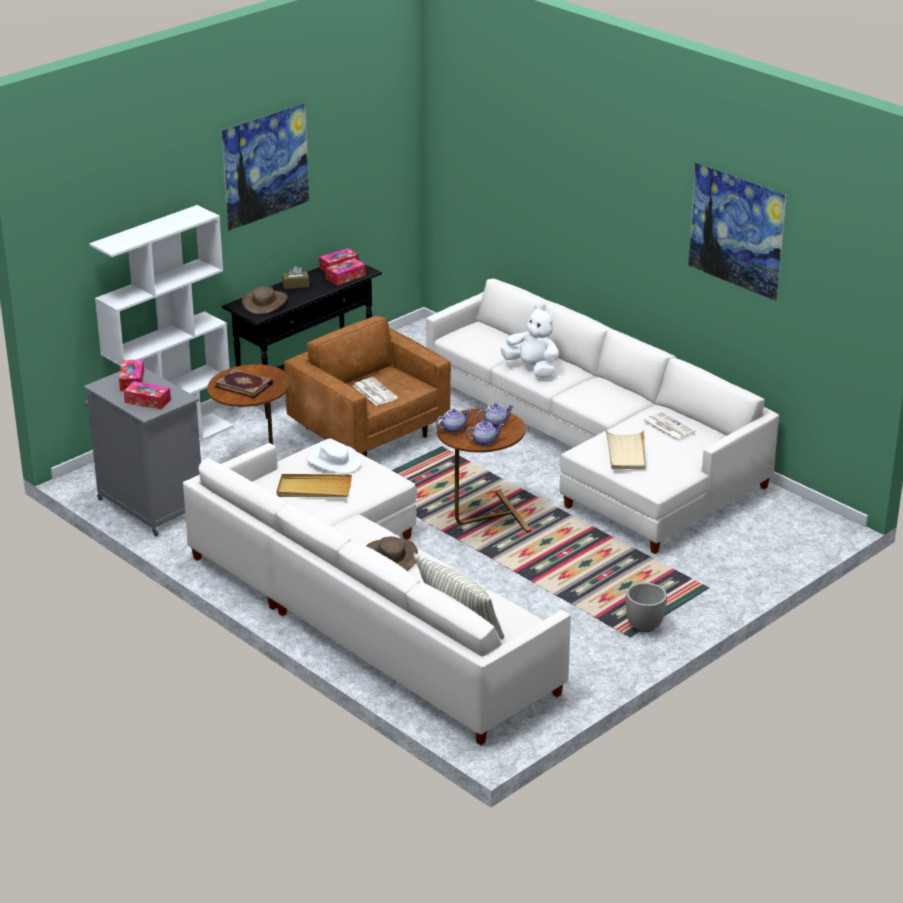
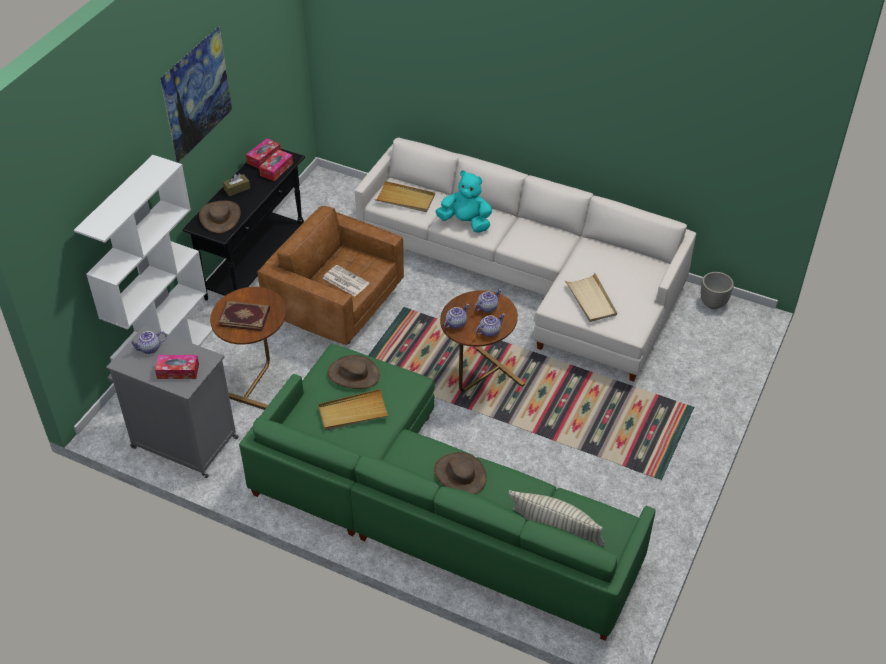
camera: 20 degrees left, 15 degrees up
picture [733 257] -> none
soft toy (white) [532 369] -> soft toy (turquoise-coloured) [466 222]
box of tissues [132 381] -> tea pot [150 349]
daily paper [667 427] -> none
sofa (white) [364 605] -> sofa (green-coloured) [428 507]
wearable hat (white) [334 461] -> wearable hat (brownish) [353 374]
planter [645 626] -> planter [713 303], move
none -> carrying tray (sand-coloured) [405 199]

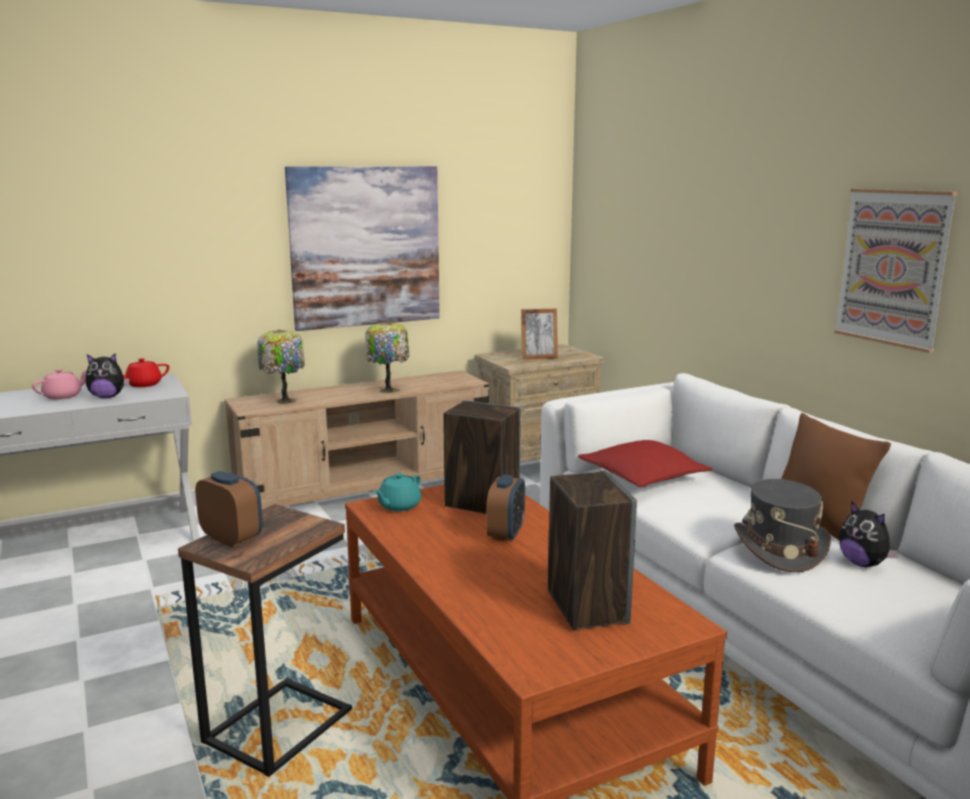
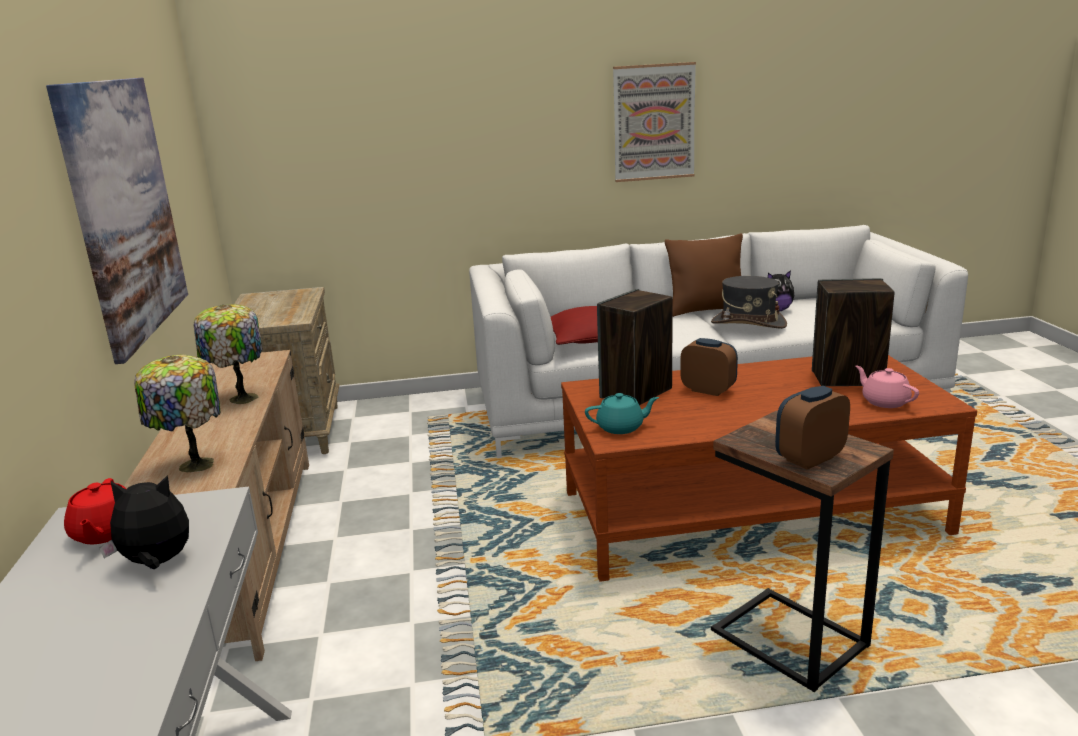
camera: 70 degrees left, 5 degrees up
standing frame [539 357] -> none
soft toy [107 397] -> soft toy [156 563], 105 degrees counterclockwise
tea pot (pinkish) [63 396] -> tea pot (pinkish) [884 401], move
tea pot (turquoise-coloured) [398 506] -> tea pot (turquoise-coloured) [621 427], 60 degrees counterclockwise

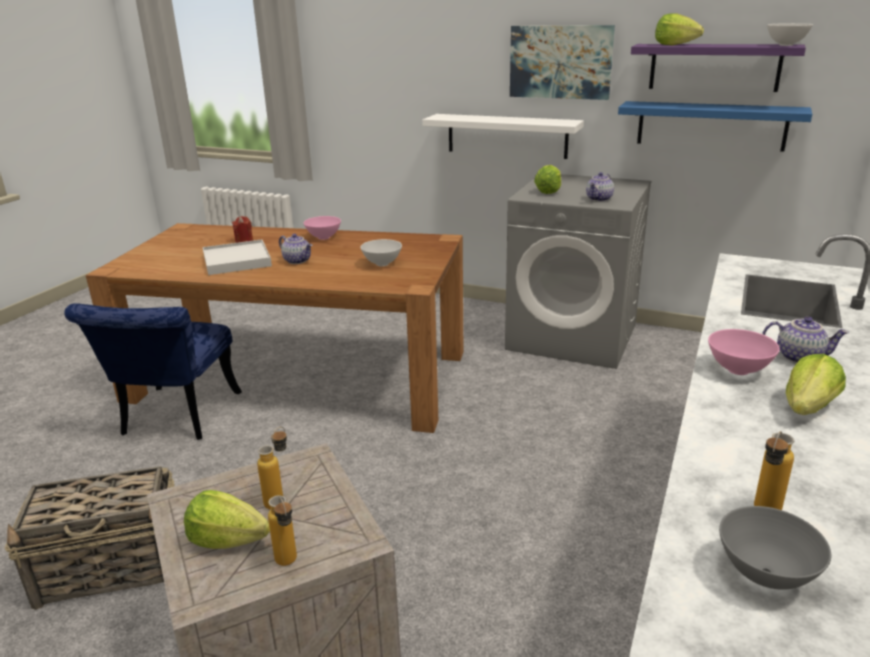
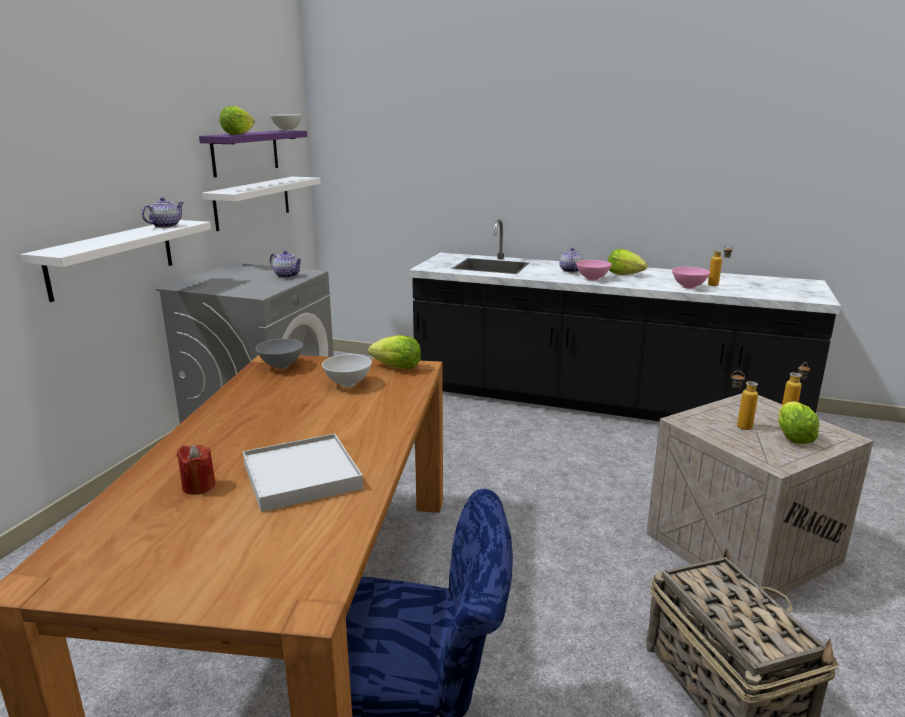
camera: 95 degrees left, 5 degrees down
picture [560 62] -> none
shelf (blue-coloured) [711 125] -> shelf (white) [253 202]
head of lettuce [549 191] -> head of lettuce [397 367], move
deep dish (pinkish) [324 238] -> deep dish (pinkish) [688 287], move
tea pot [298 260] -> tea pot [165 226], move
deep dish (greyish) [765 576] -> deep dish (greyish) [281 366], move

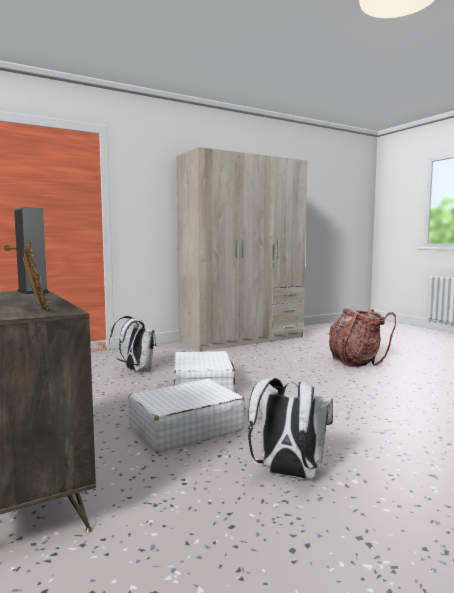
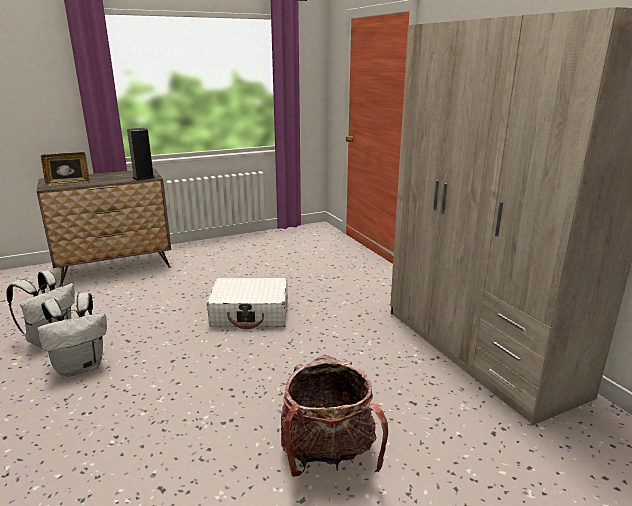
camera: 95 degrees right, 15 degrees up
rucksack (white) [136 370] -> rucksack (white) [81 366], move
piece of luggage (white) [185 428] -> none

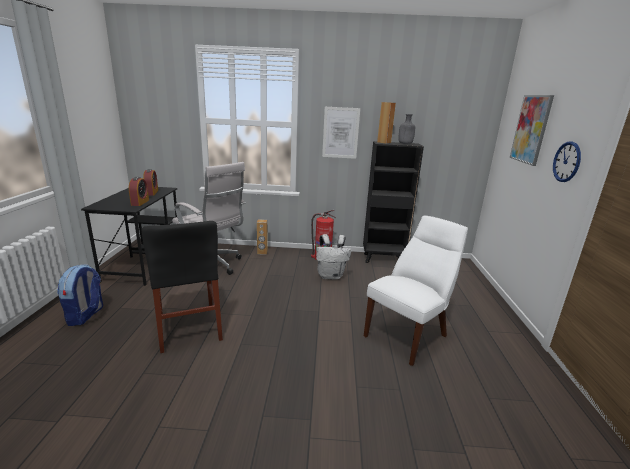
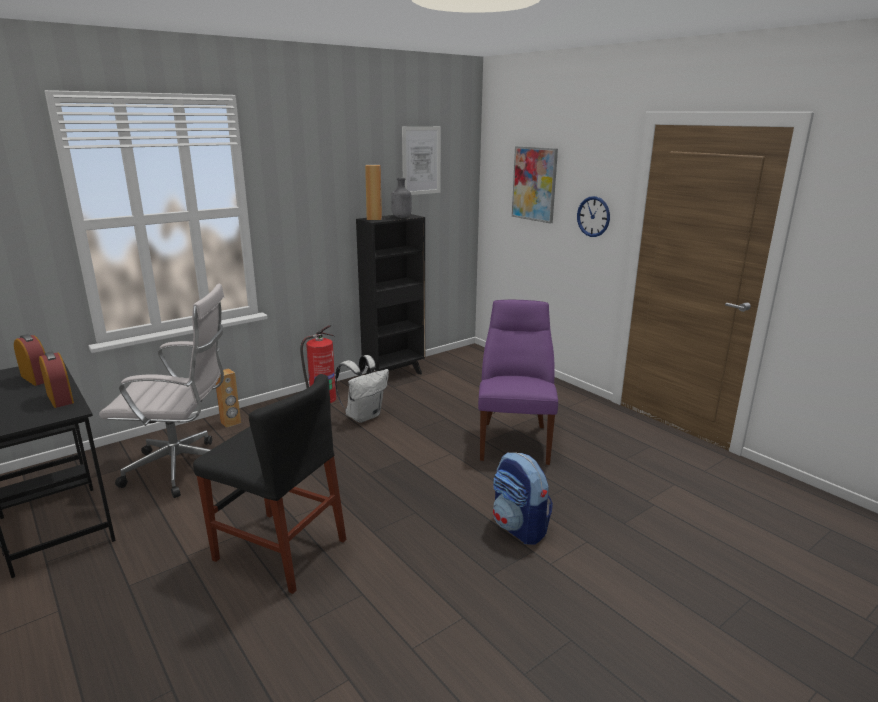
camera: 40 degrees left, 0 degrees up
picture [340 133] -> picture [421 160], move
upright chair (white) [408 335] -> upright chair (purplish) [514 440]
rucksack [86 316] -> rucksack [519 528], move

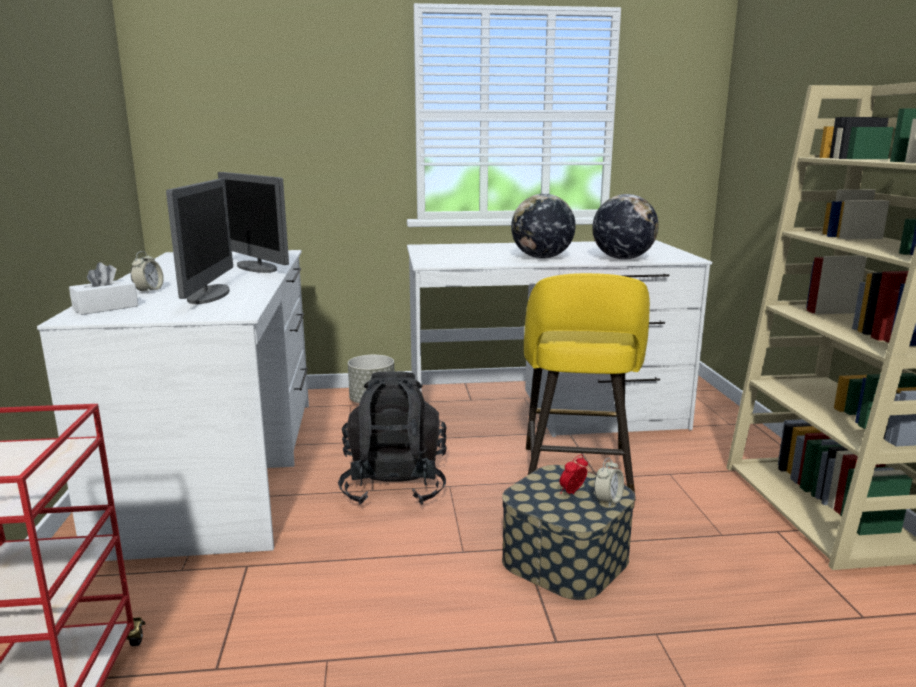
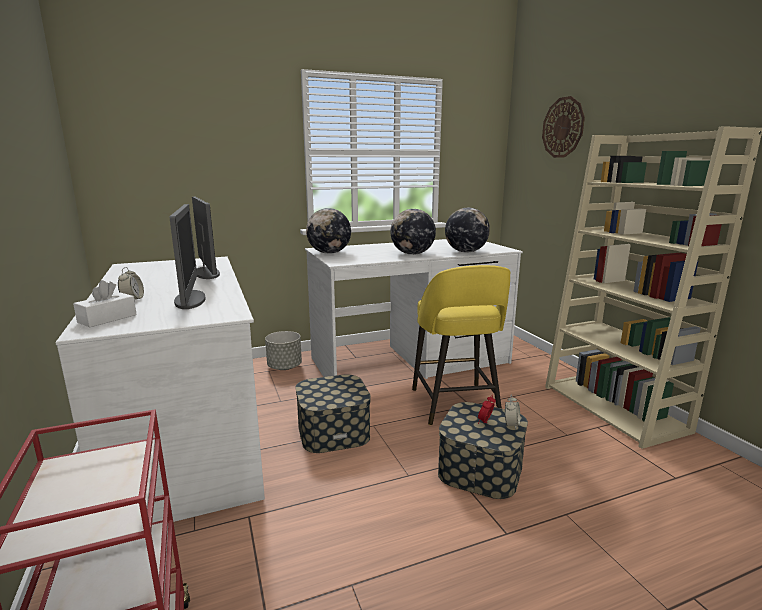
camera: 15 degrees left, 0 degrees up
computer display [257 267] -> computer display [207 273], 150 degrees counterclockwise
rucksack (blackish) [394 486] -> storage bin [333 431]
none -> clock on the wall [563 127]
none -> world globe [329 253]

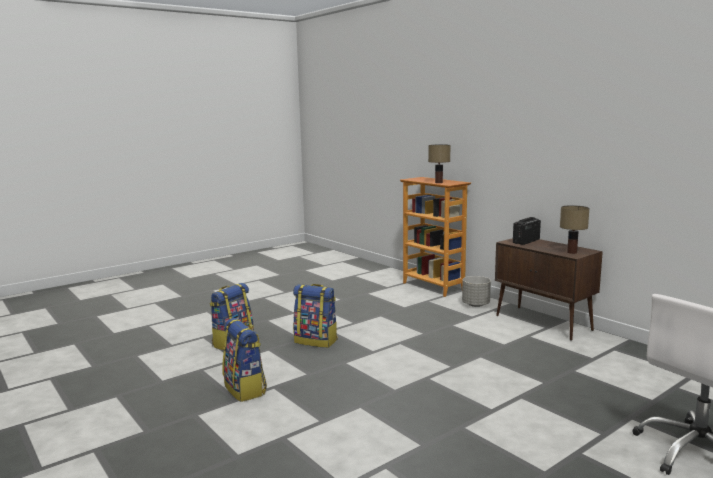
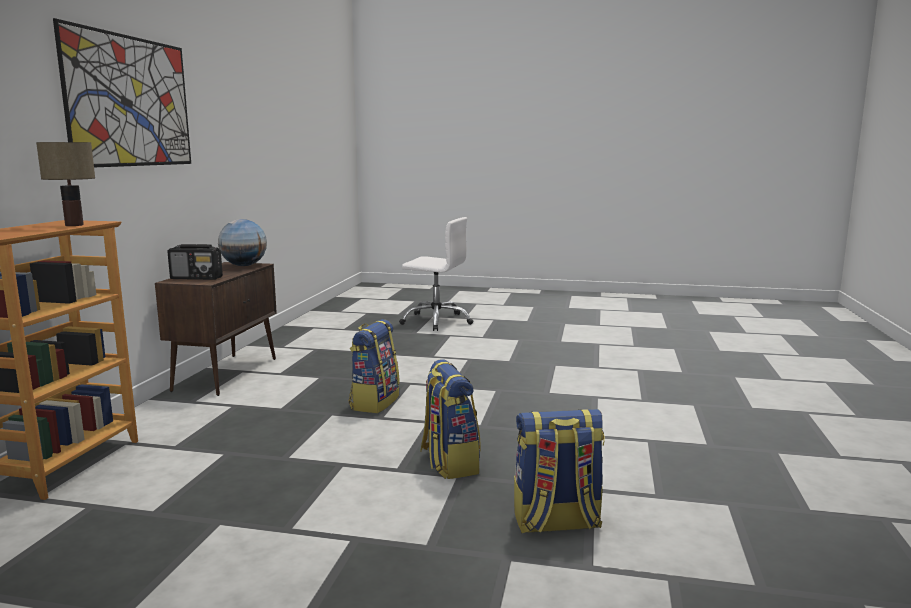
camera: 130 degrees left, 0 degrees up
lamp for a table [571 252] -> world globe [244 266]
planter (greyish) [475 304] -> none
rucksack [245 389] -> rucksack [374 402], move
none -> picture [131 101]

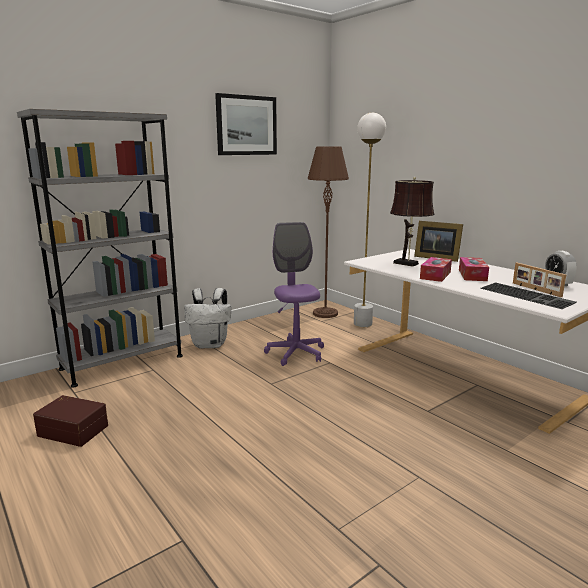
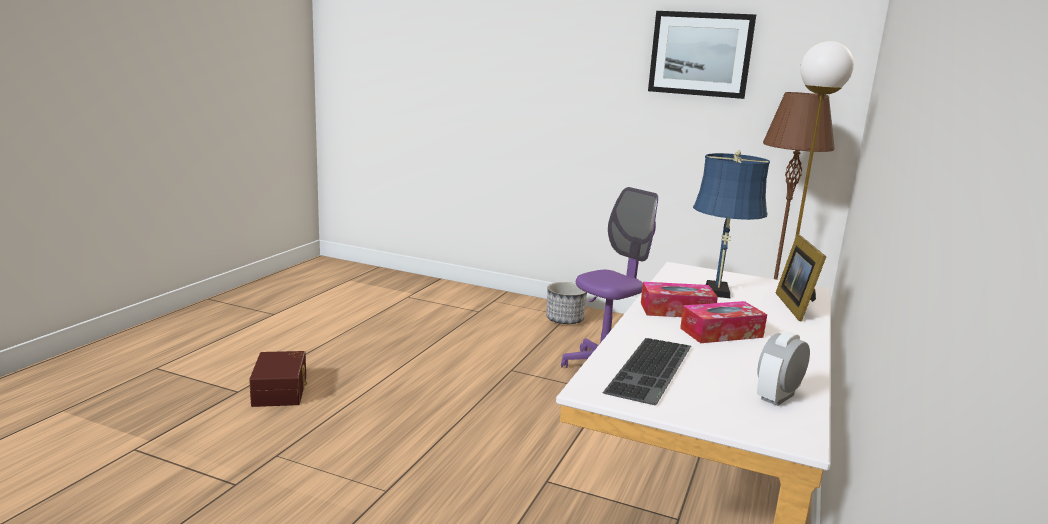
camera: 60 degrees right, 0 degrees up
shelving unit (greyish) [122 362] -> none
lamp for a table (brownish) [408 264] -> lamp for a table (blue-coloured) [717 292]
standing frame [535 290] -> none
rucksack (white) [210 344] -> planter [565 320]
storage bin (brownish) [74 430] -> storage bin (brownish) [281 390], move

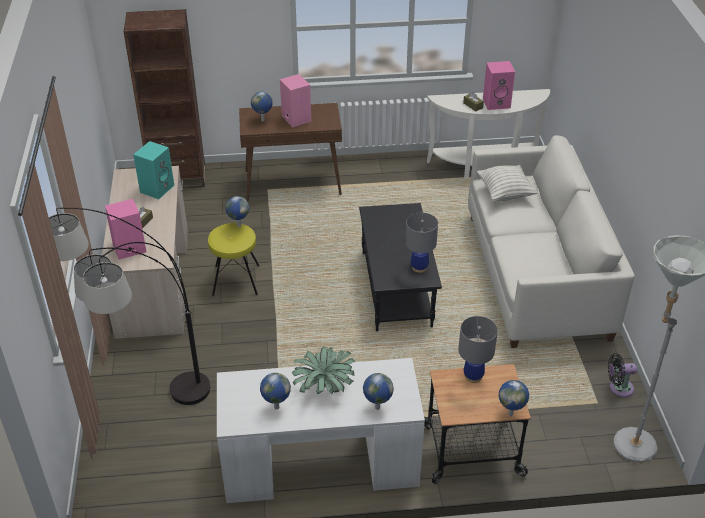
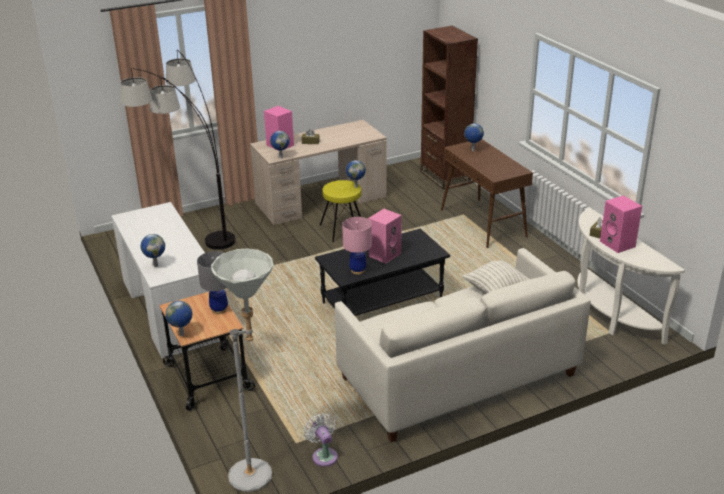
camera: 70 degrees right, 10 degrees down
audio speaker (pinkish) [295 118] -> audio speaker (pinkish) [384 254], move
audio speaker (turquoise-coloured) [157 188] -> none
lamp for a table (greyish) [419 267] -> lamp for a table (pinkish) [357 270]
houseplant [324 387] -> none
electric fan (blackish) [618 388] -> electric fan (white) [324 455]
world globe [276 407] -> world globe [281 157], move

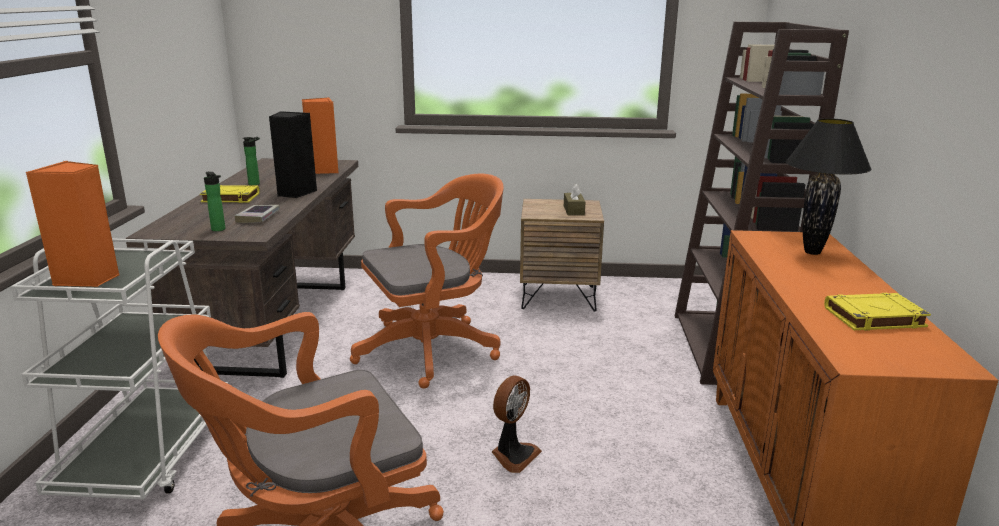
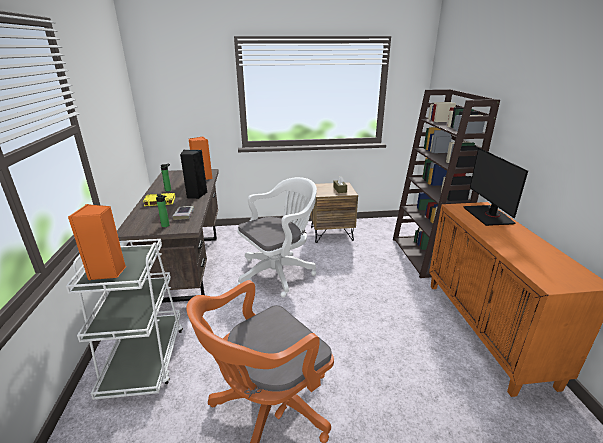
camera: 10 degrees left, 5 degrees up
lamp for a table (blackish) [813 252] -> computer display [488 215]
computer chair (orange-coloured) [434 349] -> computer chair (white) [279 272]
book (yellow-coloured) [873 317] -> none
electric fan [513 455] -> none

